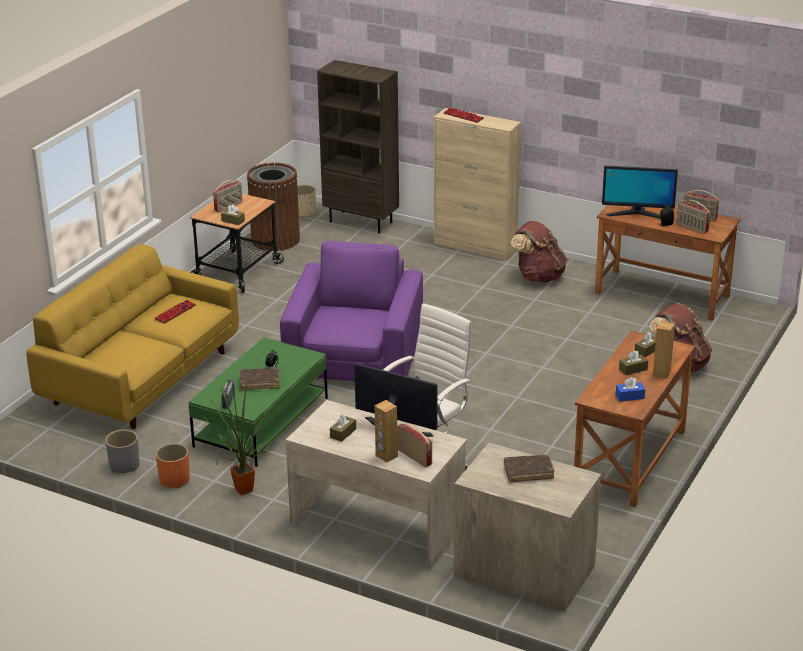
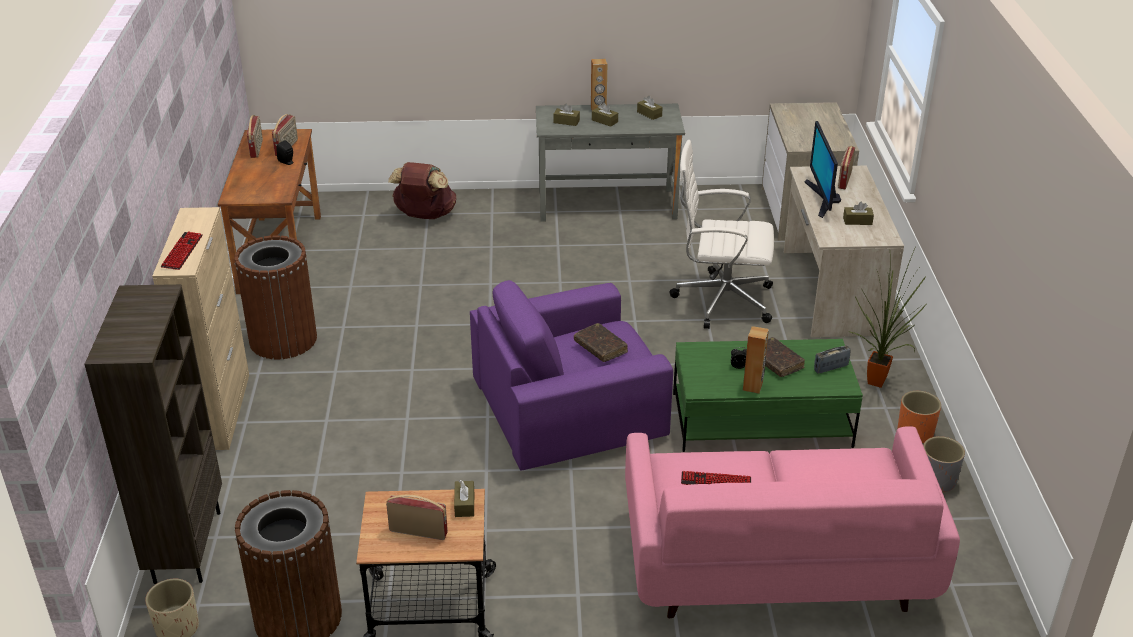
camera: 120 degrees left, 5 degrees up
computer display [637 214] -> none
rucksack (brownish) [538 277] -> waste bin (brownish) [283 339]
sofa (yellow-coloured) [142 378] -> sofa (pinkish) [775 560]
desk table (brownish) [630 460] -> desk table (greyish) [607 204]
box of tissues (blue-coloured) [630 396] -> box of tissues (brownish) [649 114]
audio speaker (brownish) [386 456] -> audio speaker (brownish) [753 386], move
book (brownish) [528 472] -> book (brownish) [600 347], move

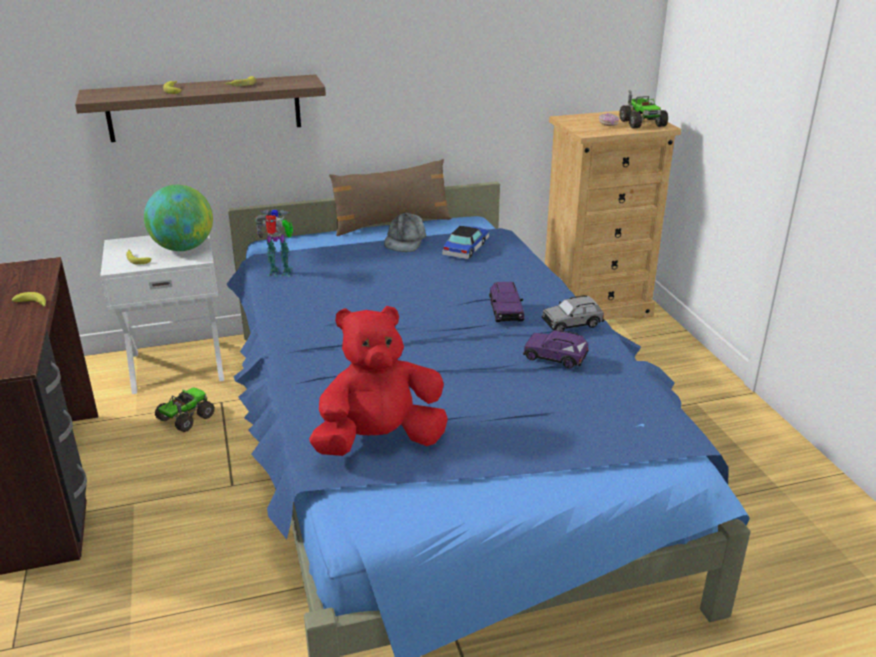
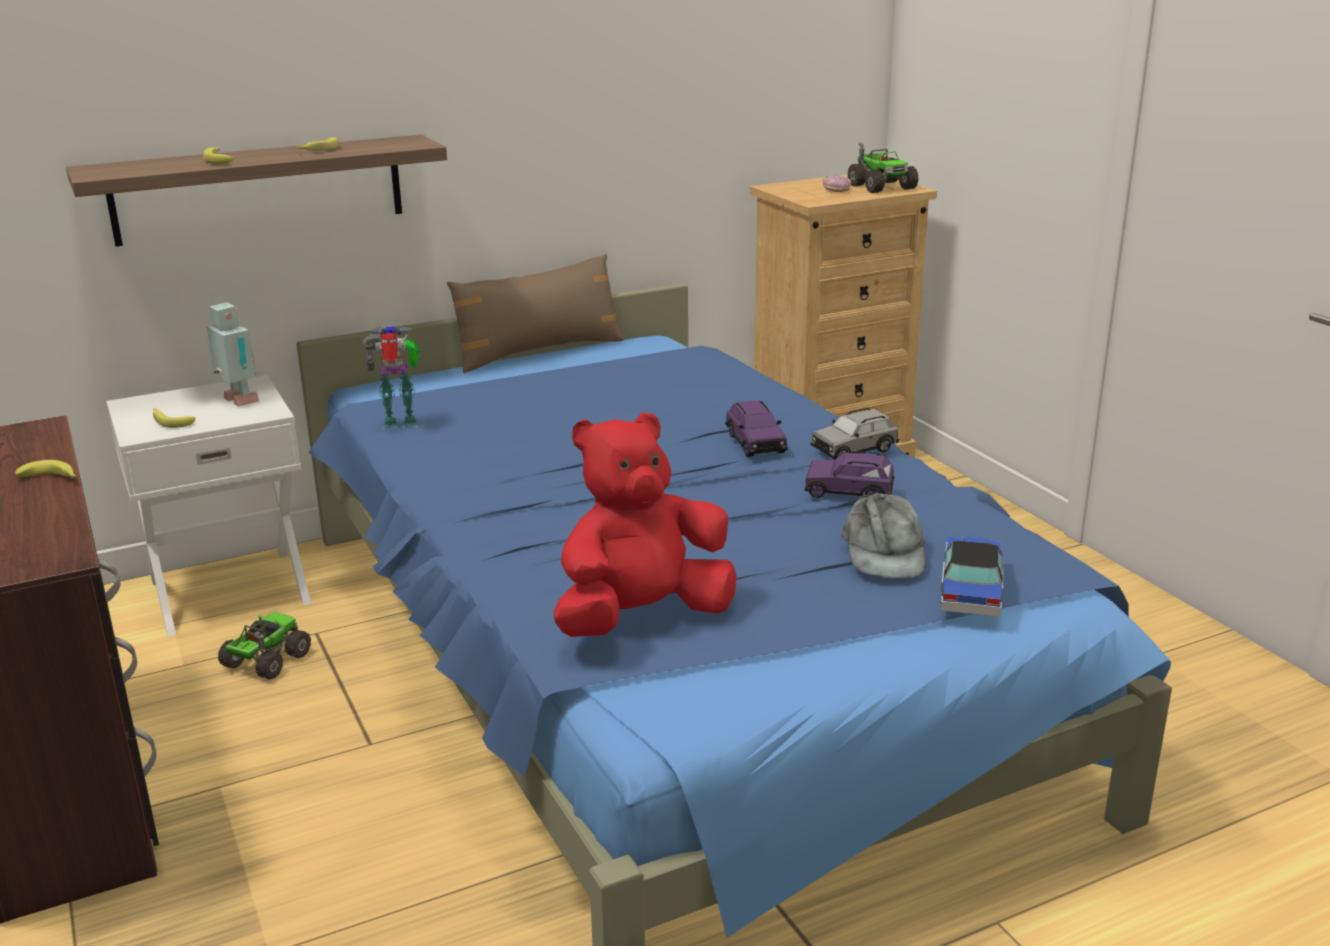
camera: 10 degrees left, 5 degrees down
world globe [183 248] -> model robot [239 402]
cap (greyish) [405 240] -> cap (greyish) [883 551], move
model car [466 248] -> model car [971 587], move

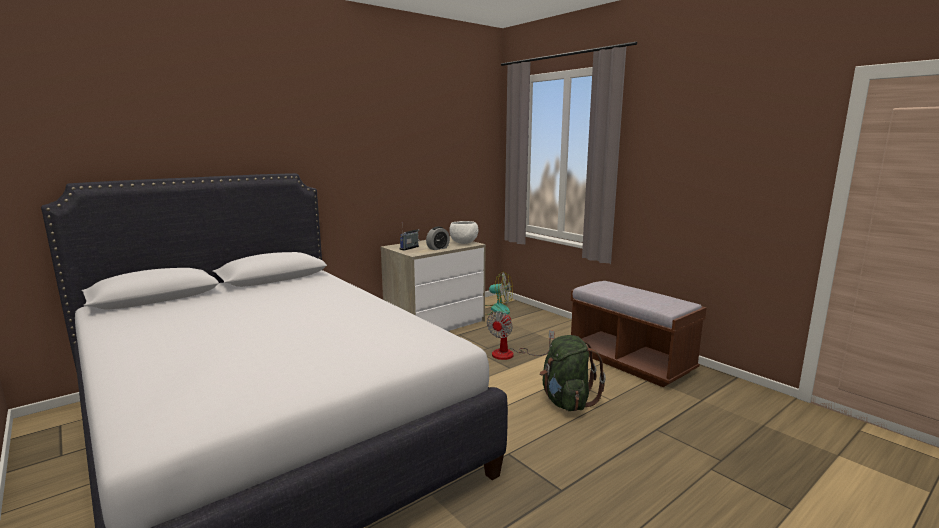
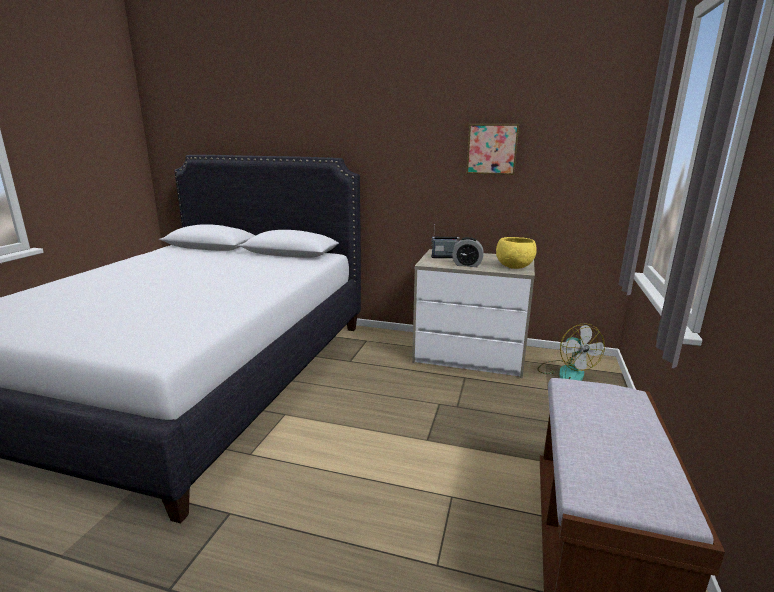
camera: 55 degrees right, 5 degrees up
deep dish (white) [464 243] -> deep dish (yellow-coloured) [515 267]
electric fan [511 354] -> none
rucksack (green-coloured) [566 401] -> none
none -> picture [492 149]

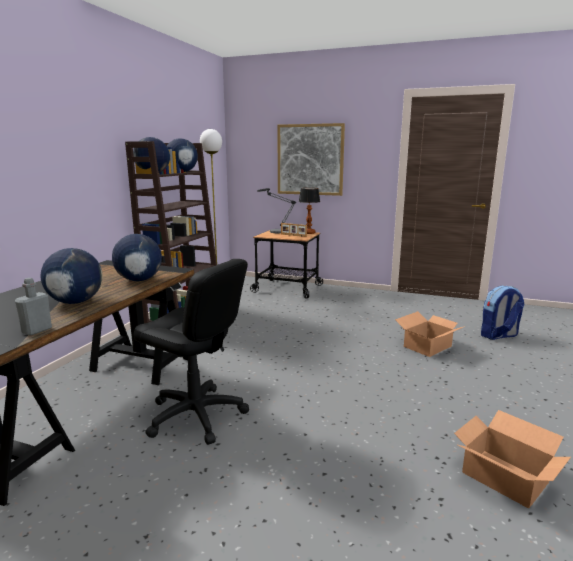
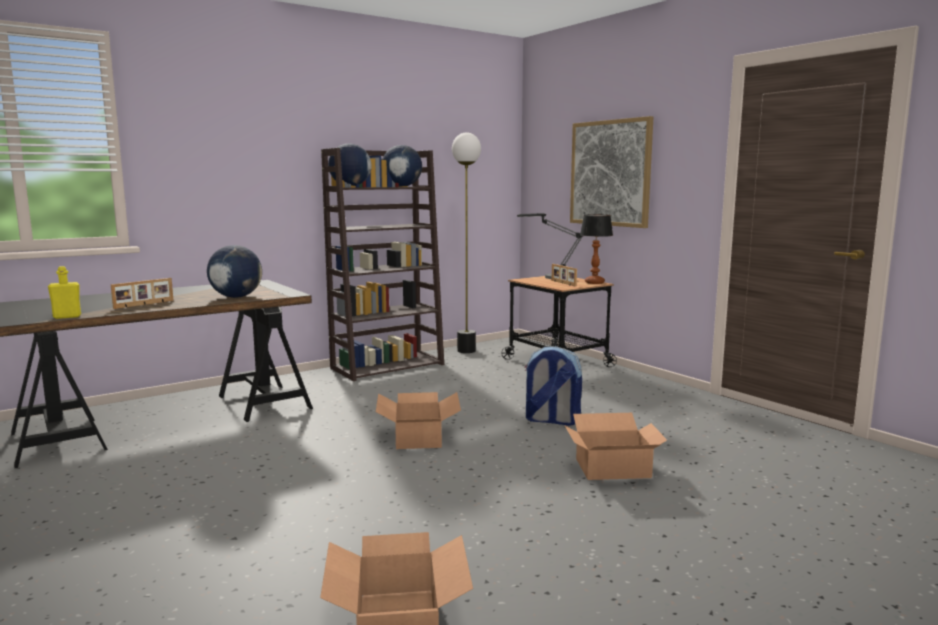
camera: 35 degrees right, 5 degrees down
world globe [75 302] -> standing frame [144 304]
computer chair (blackish) [196 415] -> none
drink bottle (greyish) [37 330] -> drink bottle (yellow-coloured) [67 317]
rucksack [498 335] -> rucksack [551 420], move
none -> carton [417 437]

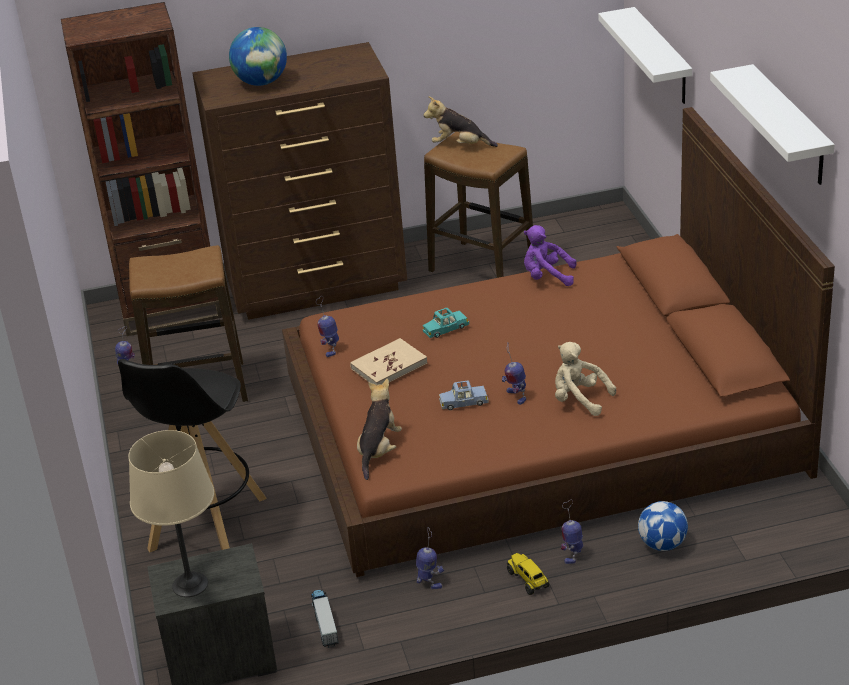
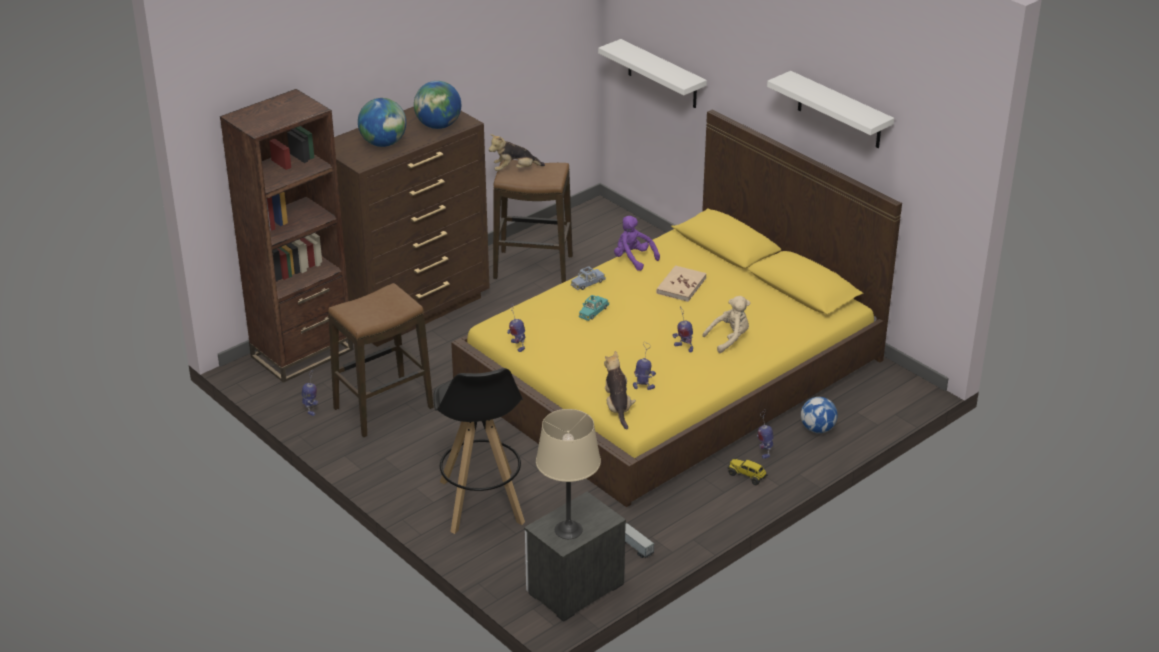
camera: 30 degrees left, 0 degrees up
sleeping bed (brownish) [540 426] -> sleeping bed (yellow-coloured) [671 372]
soft toy (purplish) [547 277] -> soft toy (purplish) [633 259], 60 degrees clockwise
book (sand-coloured) [388 366] -> book (sand-coloured) [681 286], move
soft toy (sand-coloured) [579 399] -> soft toy (sand-coloured) [729 339], 150 degrees clockwise
model car (blue-coloured) [463 402] -> model car (blue-coloured) [587 283], move
model robot [429 583] -> model robot [643 387], move
none -> world globe [438 126]

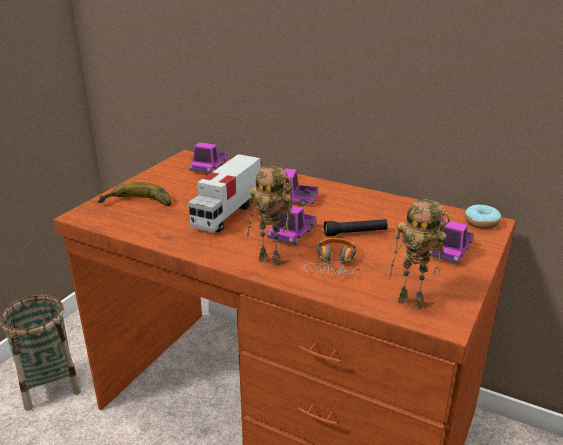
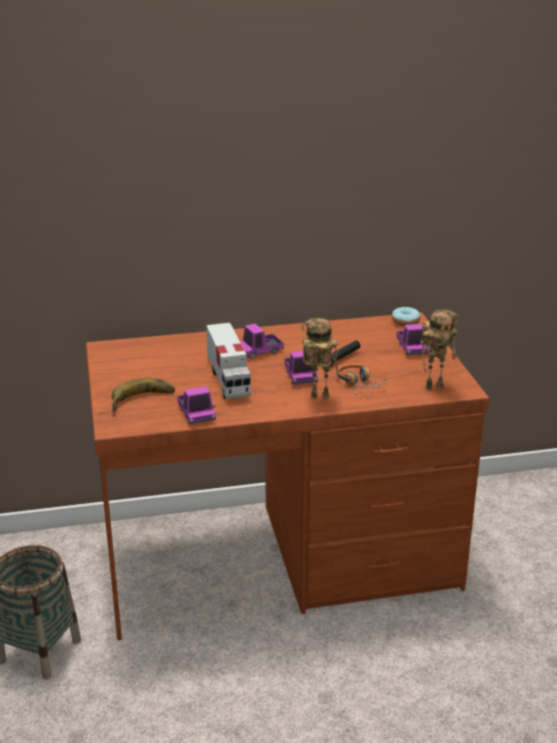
camera: 40 degrees left, 0 degrees up
toy truck [209 167] -> toy truck [196 414], move
model robot [272 260] -> model robot [318 398], 150 degrees counterclockwise

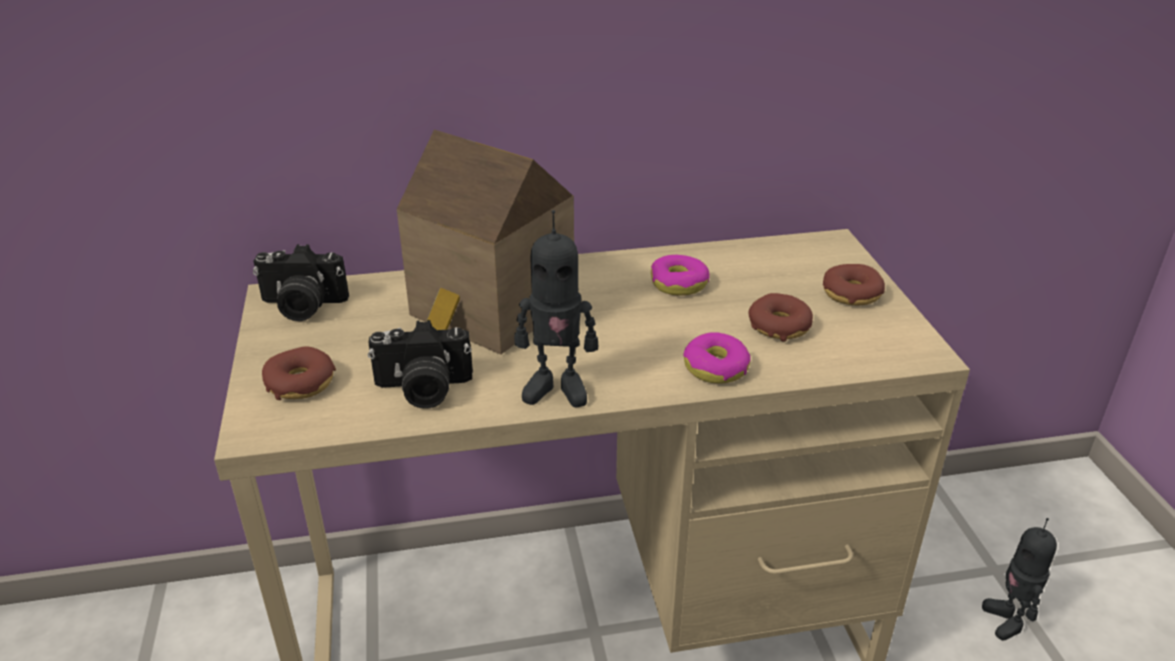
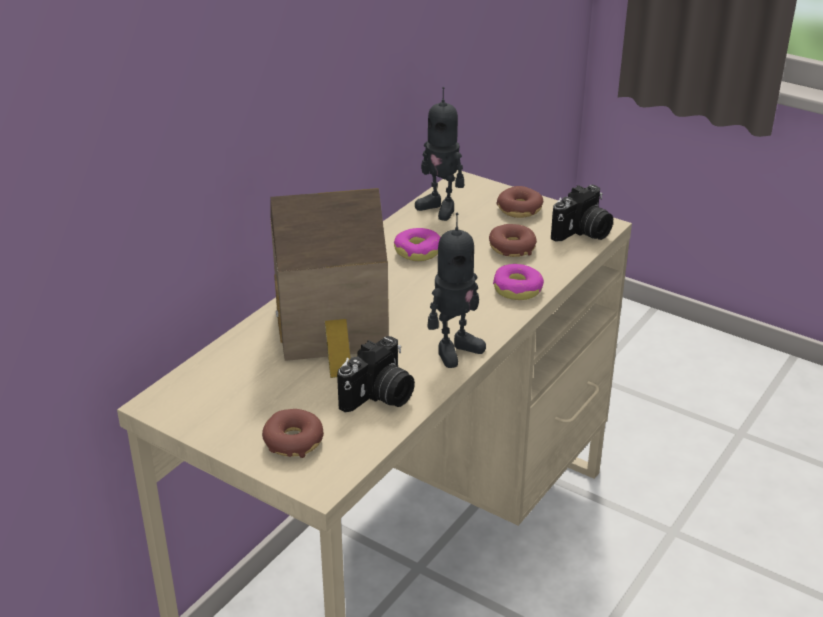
camera: 45 degrees left, 0 degrees up
still camera [302 306] -> still camera [583 233], move
model robot [1007 620] -> model robot [440 208], move

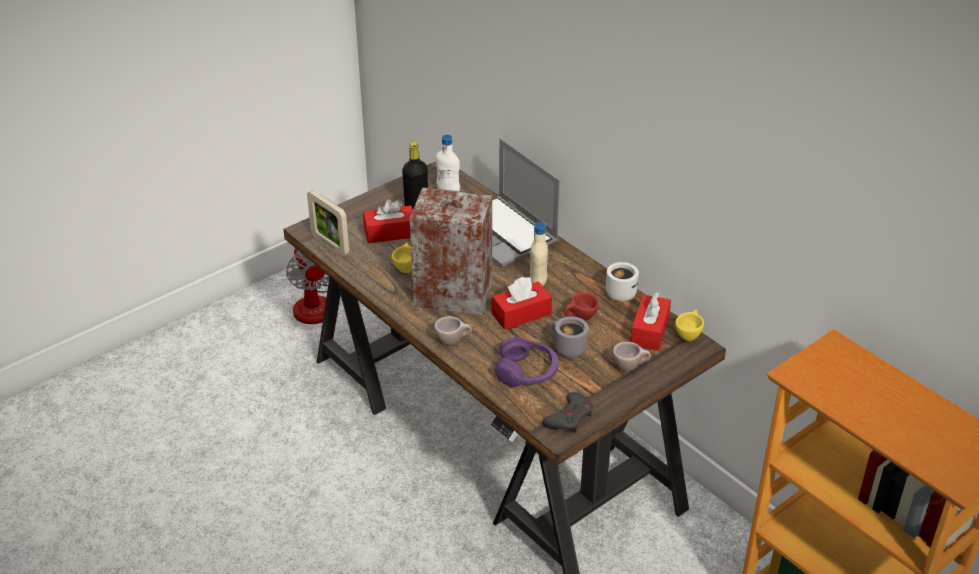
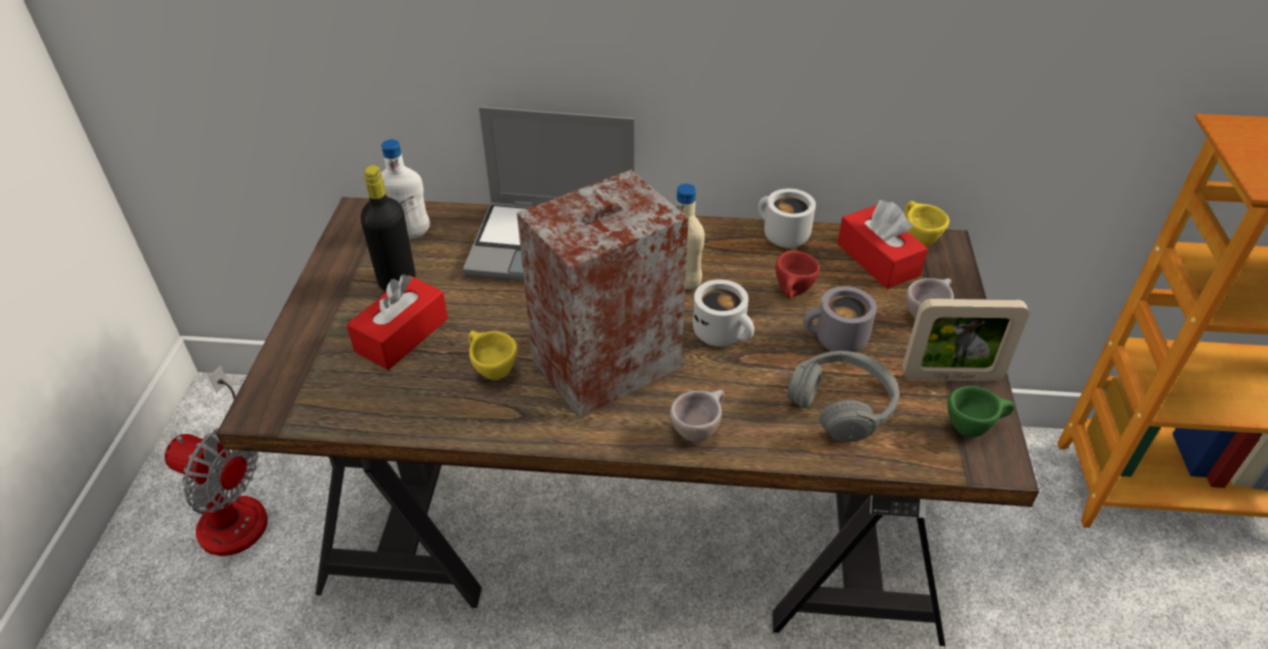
camera: 45 degrees left, 5 degrees up
standing frame [330 245] -> standing frame [951 376], move
box of tissues (red-coloured) [521 314] -> mug (white) [723 333]
headset (purplish) [527 372] -> headset (greyish) [842 404]
game controller (greyish) [569 417] -> drinking cup (green-coloured) [973 428]

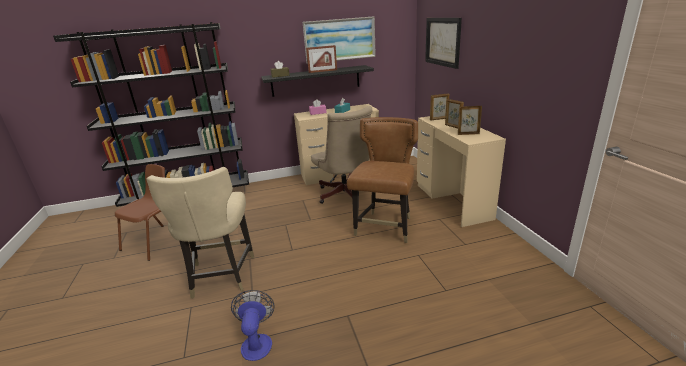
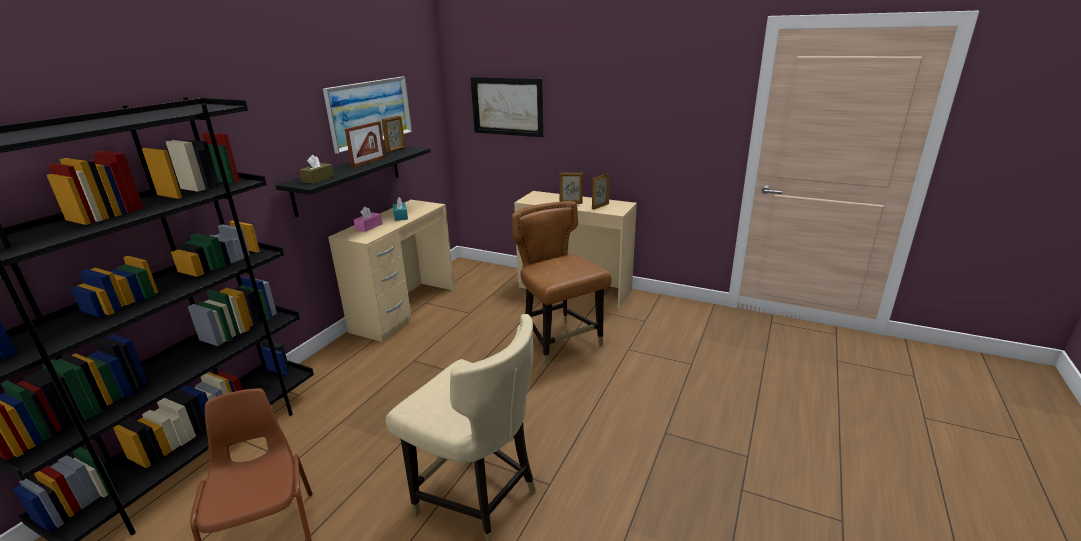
camera: 50 degrees left, 0 degrees up
standing frame [439 119] -> standing frame [396 150], move
computer chair (sand-coloured) [346 196] -> none
electric fan [257 341] -> none

